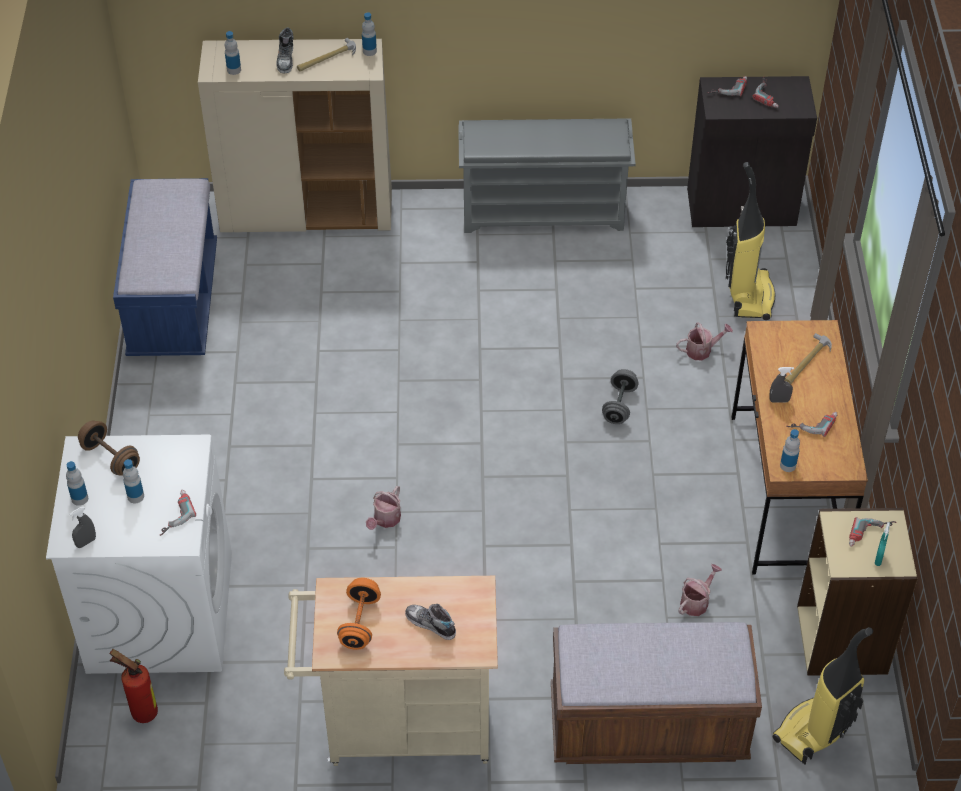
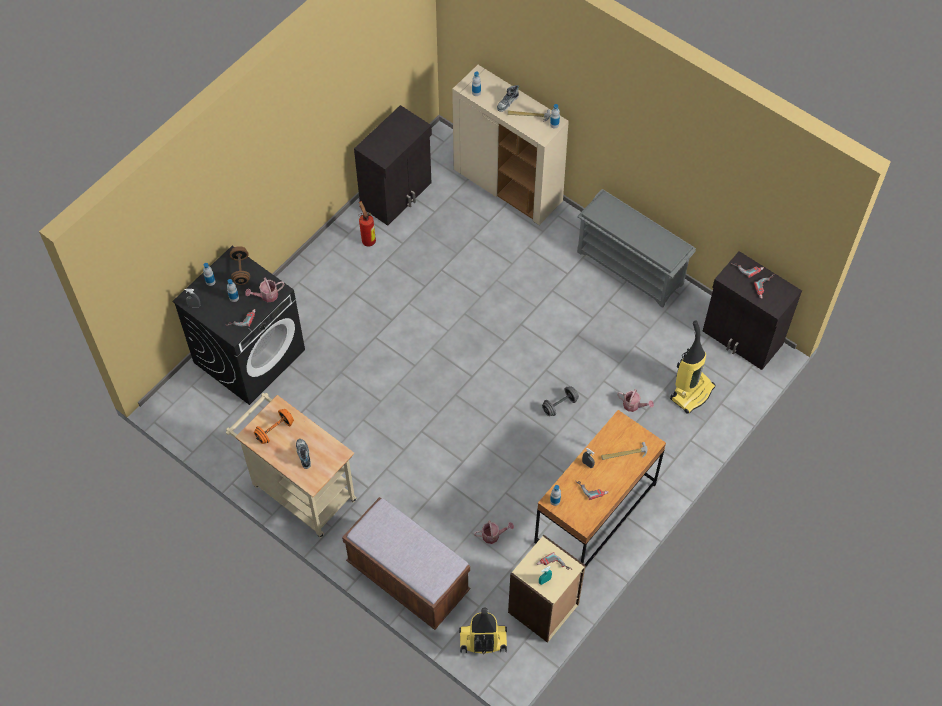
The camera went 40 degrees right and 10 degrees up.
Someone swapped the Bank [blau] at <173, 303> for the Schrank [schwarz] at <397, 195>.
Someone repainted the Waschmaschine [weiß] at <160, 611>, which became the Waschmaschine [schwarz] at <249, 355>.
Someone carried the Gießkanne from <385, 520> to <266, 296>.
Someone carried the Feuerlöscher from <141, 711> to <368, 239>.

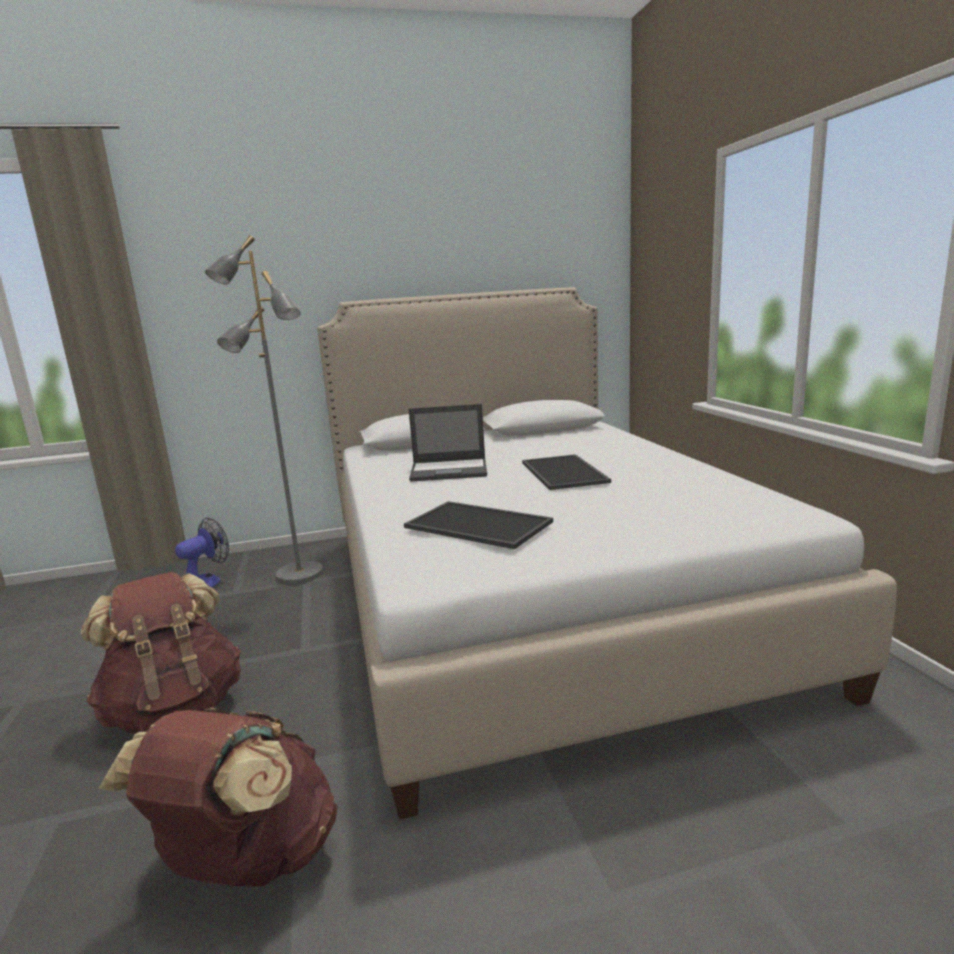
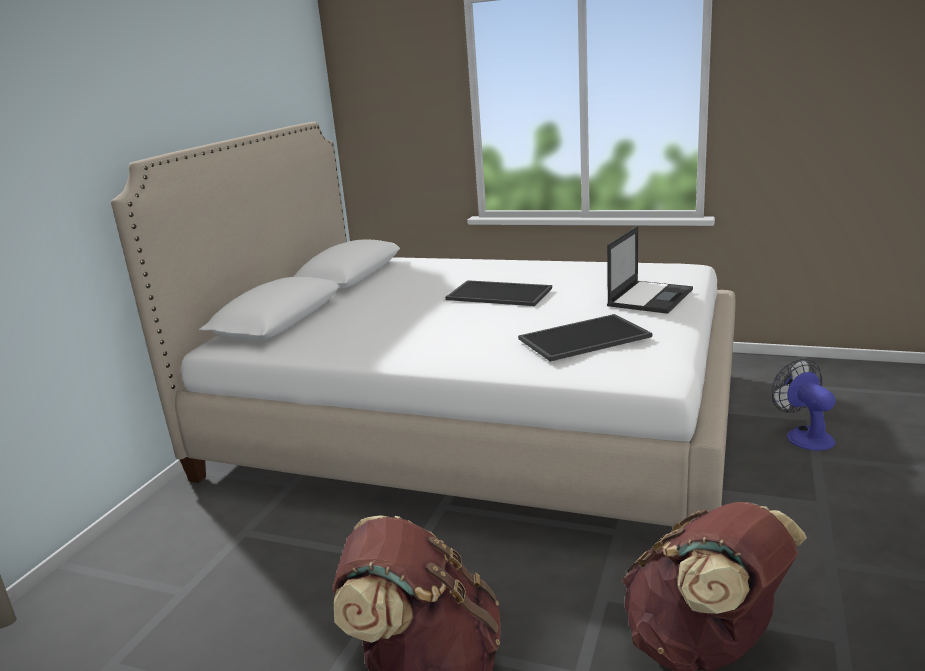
The camera went 55 degrees left and 5 degrees up.
Someone took away the Stehlampe [grau] at <299, 575>.
Someone carried the Laptop from <450, 470> to <650, 297>.
Someone carried the Ventilator from <207, 581> to <804, 435>.

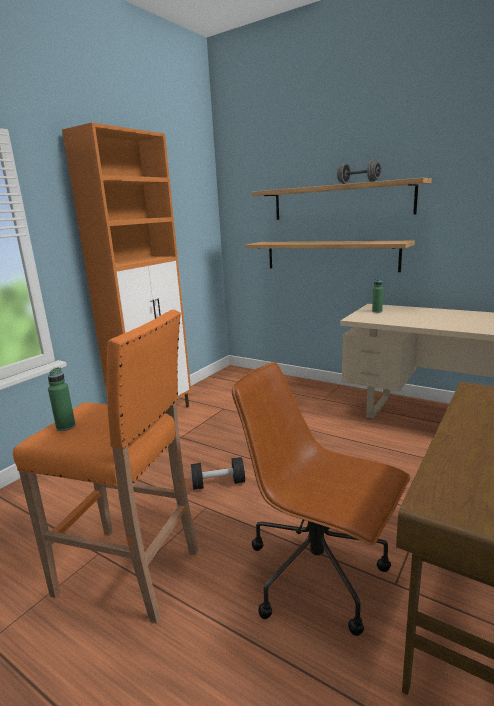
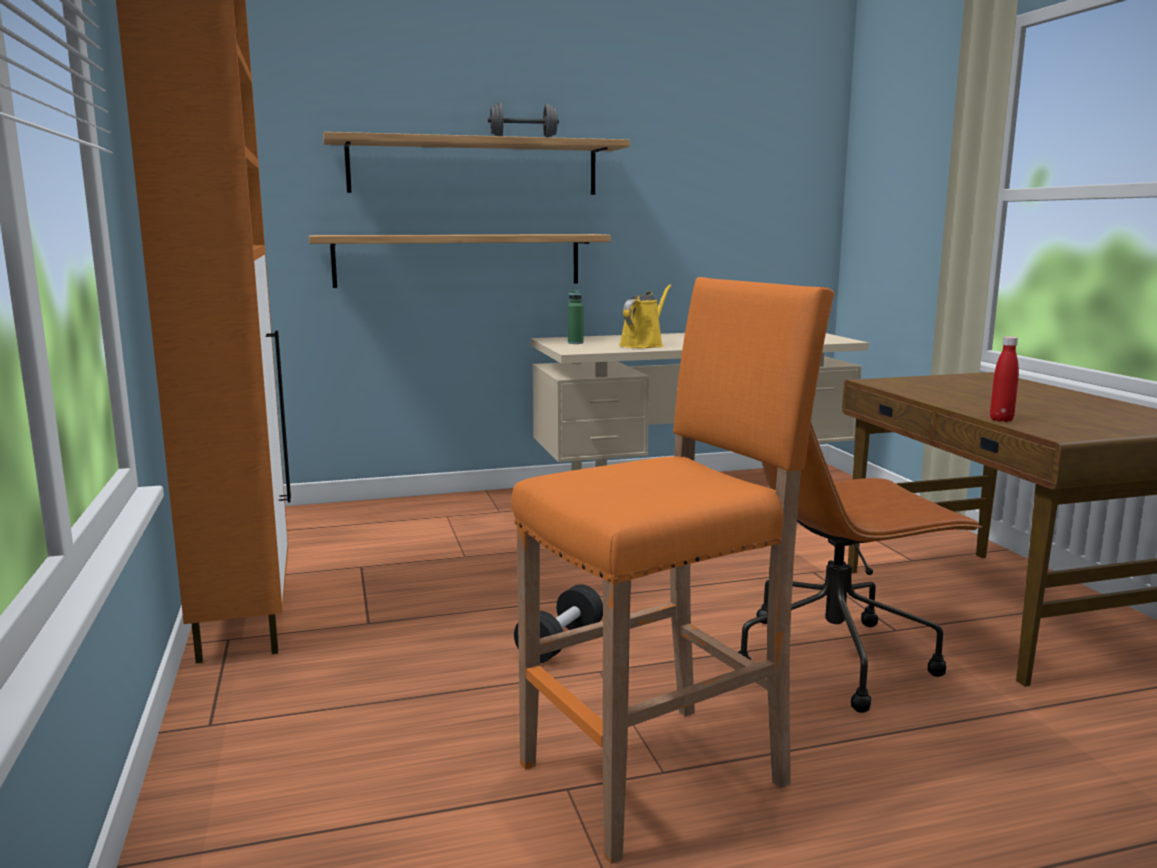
The camera went 50 degrees left and 5 degrees down.
Someone took away the Flasche [grün] at <66, 426>.
Someone put down the Gießkanne [gelb] at <643, 345>.
Someone put down the Flasche [rot] at <1001, 420>.

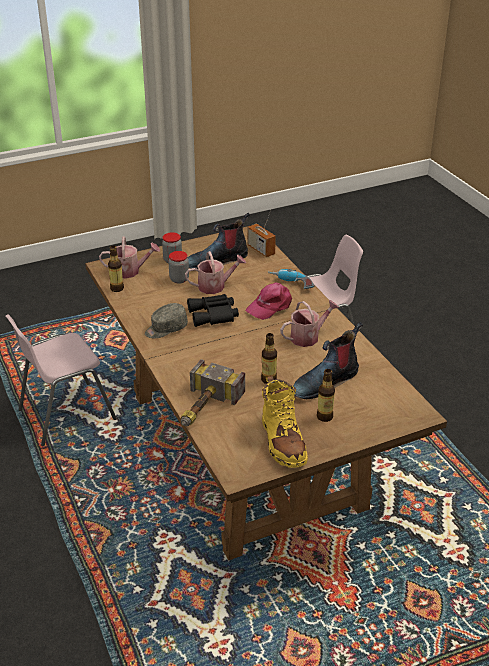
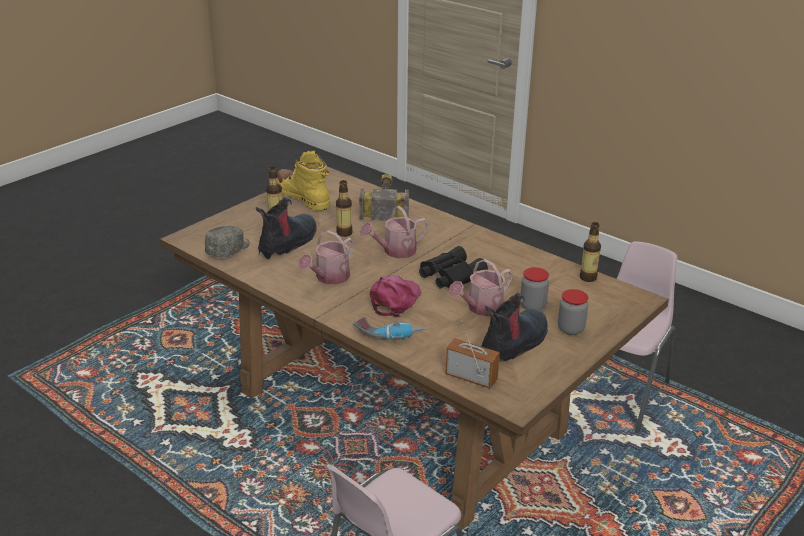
The camera went 155 degrees right and 5 degrees down.
Someone carried the Gießkanne from <130, 271> to <395, 251>.
Someone carried the Kappe [grau] from <166, 329> to <229, 249>.

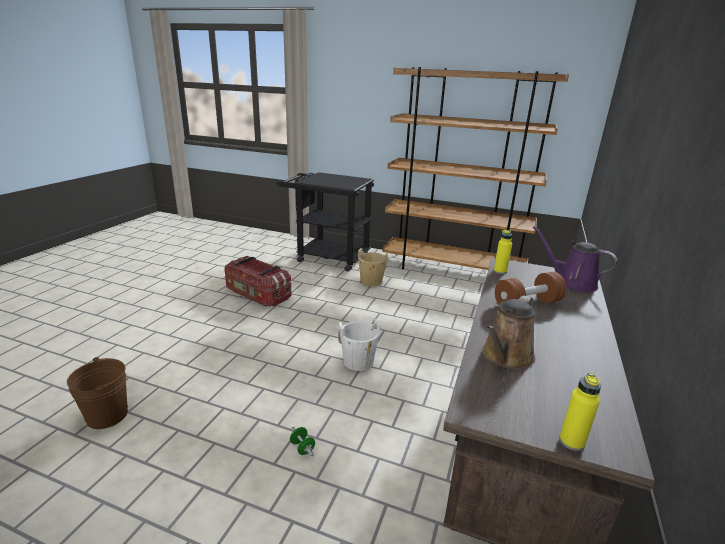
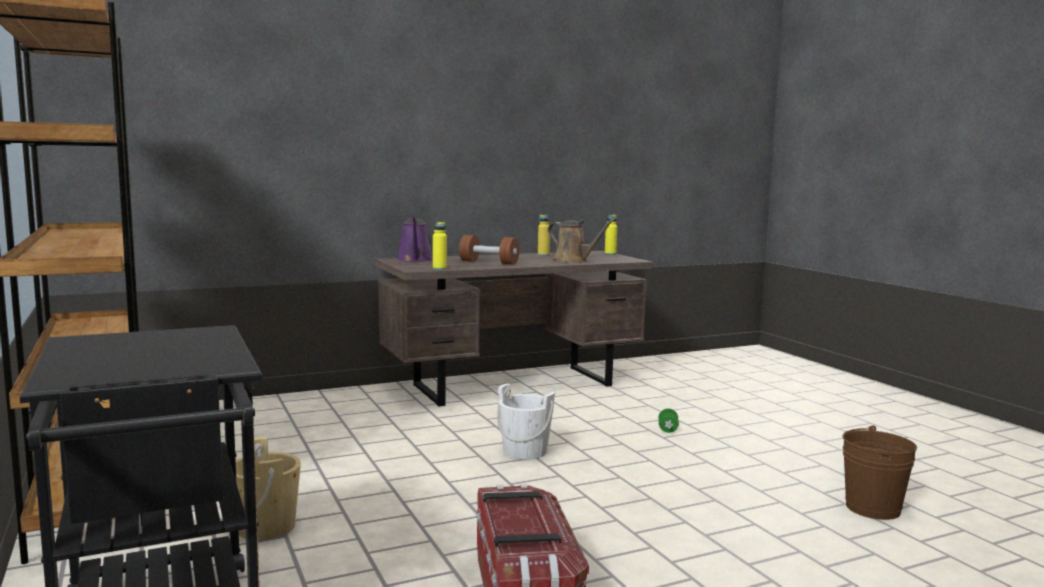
The camera went 135 degrees left and 15 degrees down.
Someone rotated the Gießkanne [braun] at <505, 357> by 45 degrees clockwise.
Someone put down the Flasche [gelb] at <543, 255>.

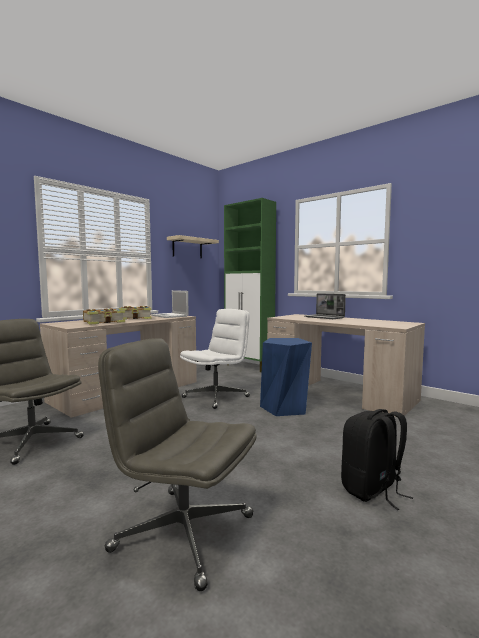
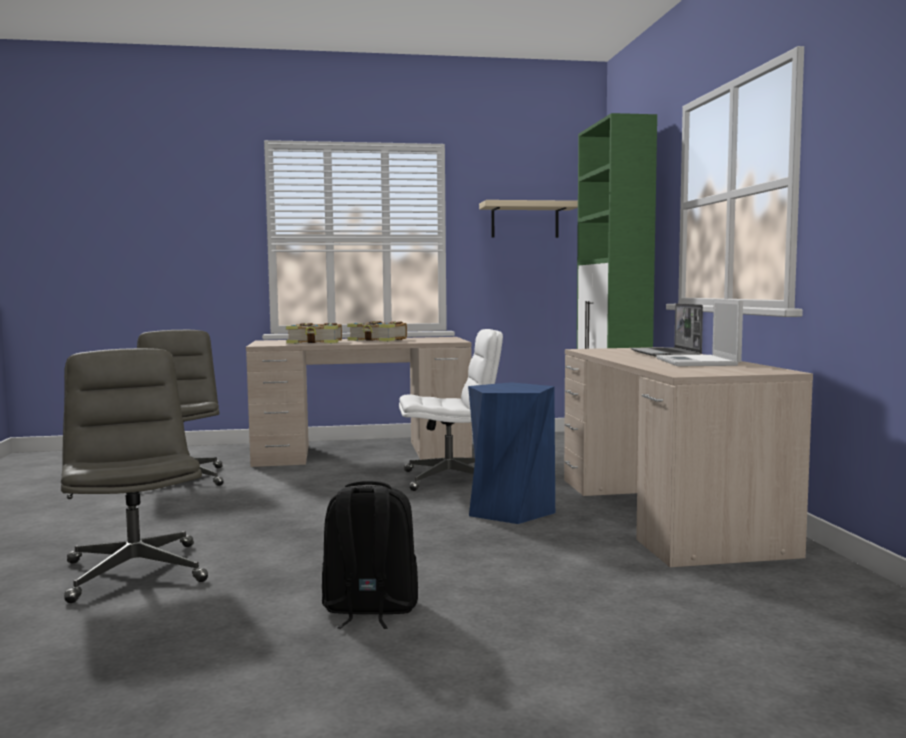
The camera went 40 degrees right and 0 degrees up.
Someone carried the Laptop from <170, 316> to <697, 362>.

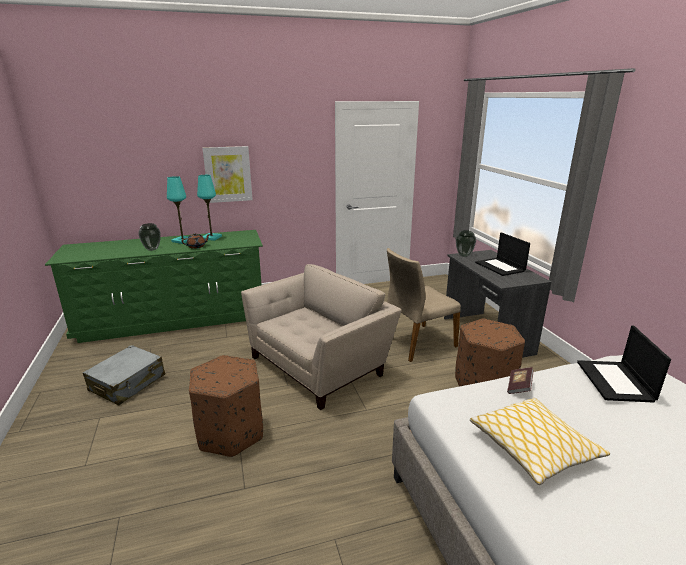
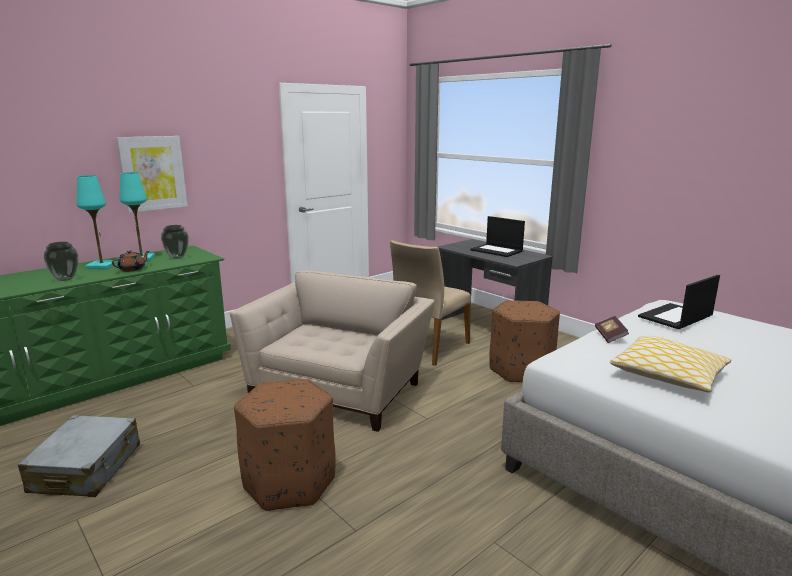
The camera went 25 degrees left and 5 degrees down.
Someone carried the Vase from <464, 255> to <177, 257>.
Someone rotated the Laptop at <615, 381> by 75 degrees clockwise.

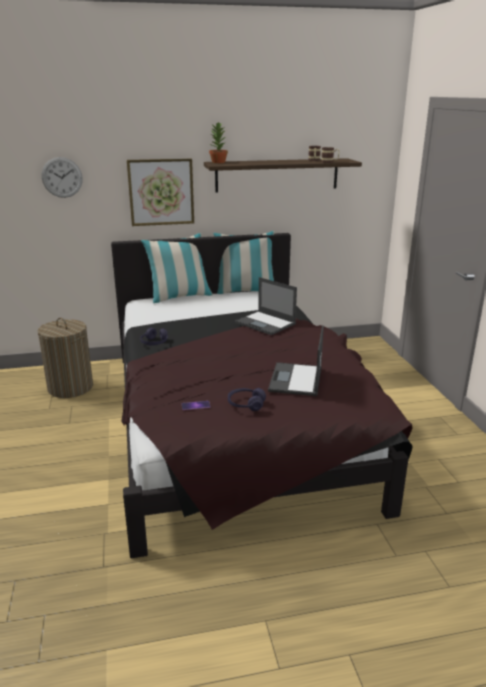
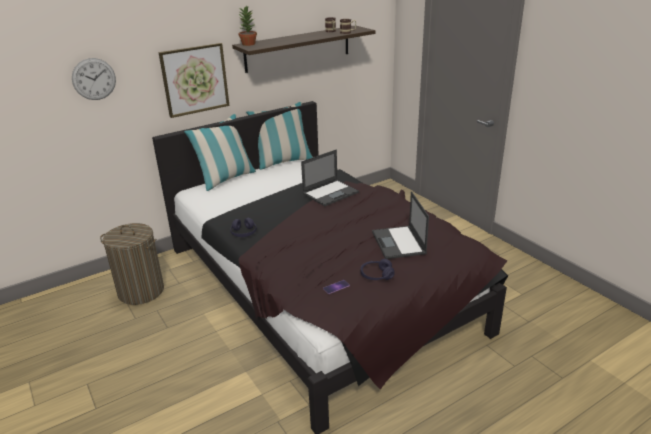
The camera went 20 degrees left and 5 degrees up.
Someone rotated the Laptop at <266, 323> by 60 degrees counterclockwise.

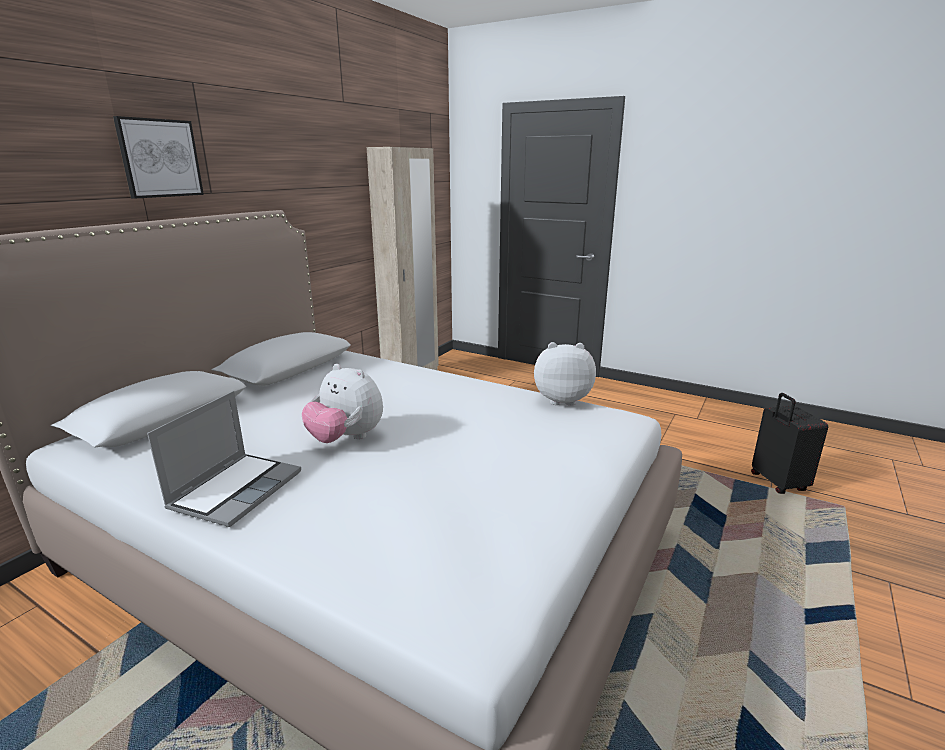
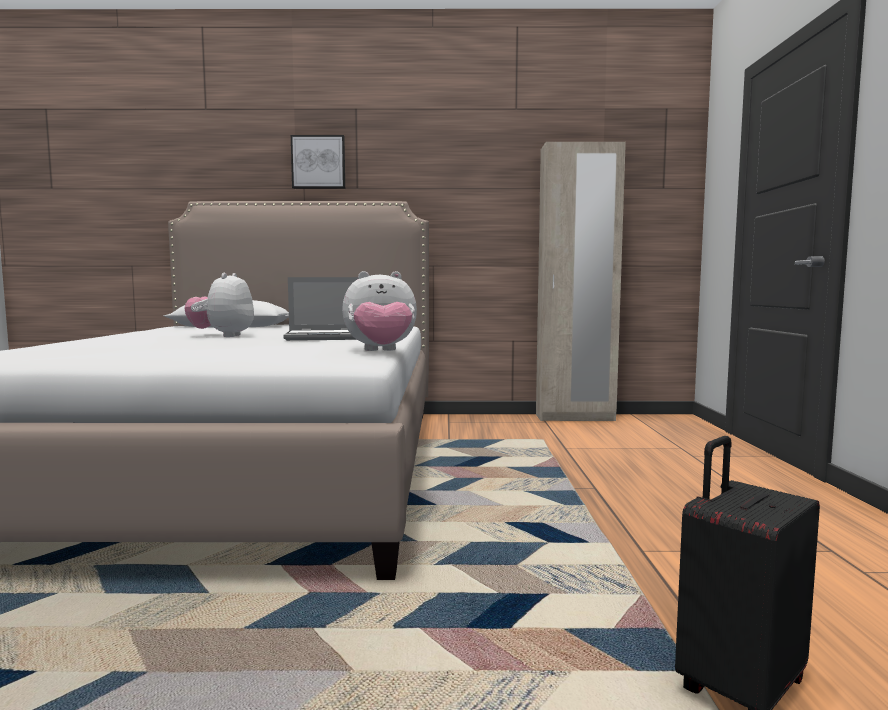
The camera went 60 degrees right and 15 degrees down.
Someone rotated the Plüschtier at <561, 399> by 105 degrees clockwise.
Someone carried the Laptop from <236, 489> to <326, 337>.

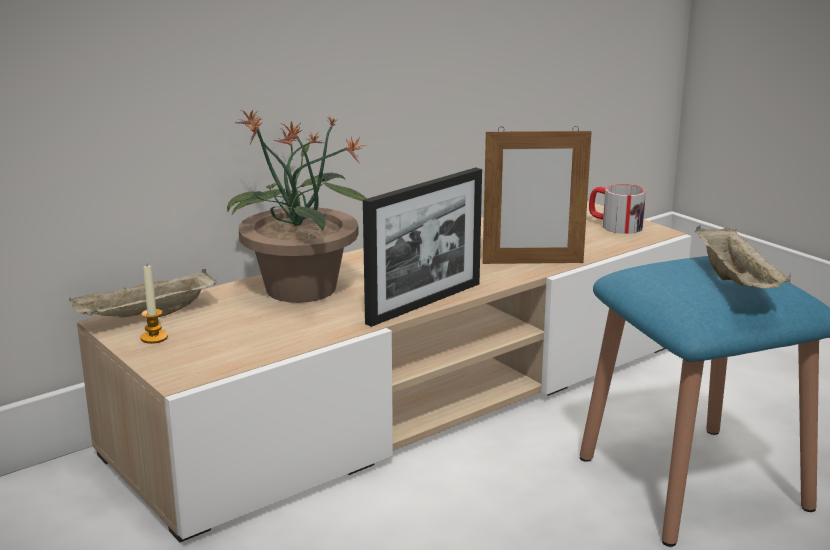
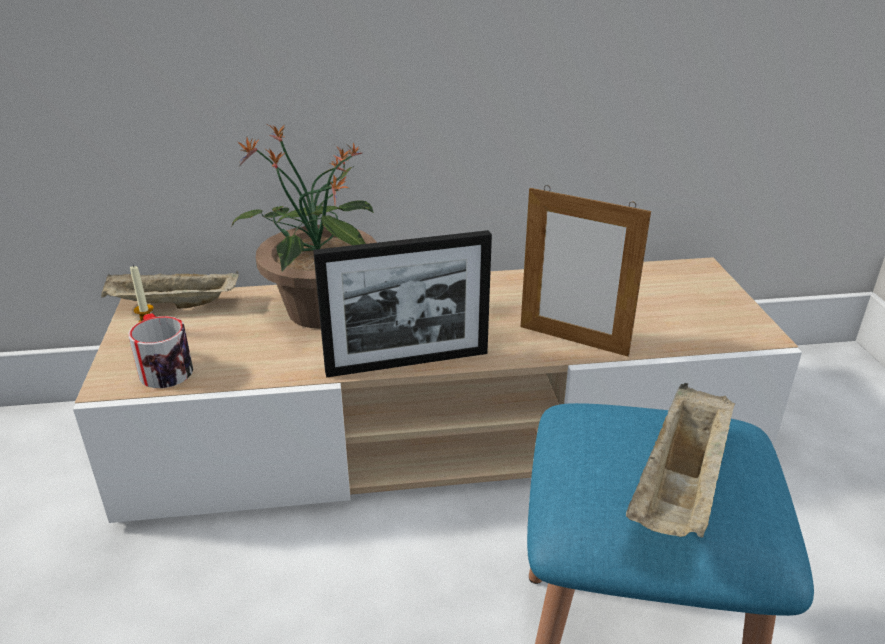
The camera went 30 degrees right and 10 degrees up.
Someone carried the Henkelbecher from <614, 225> to <164, 367>.

